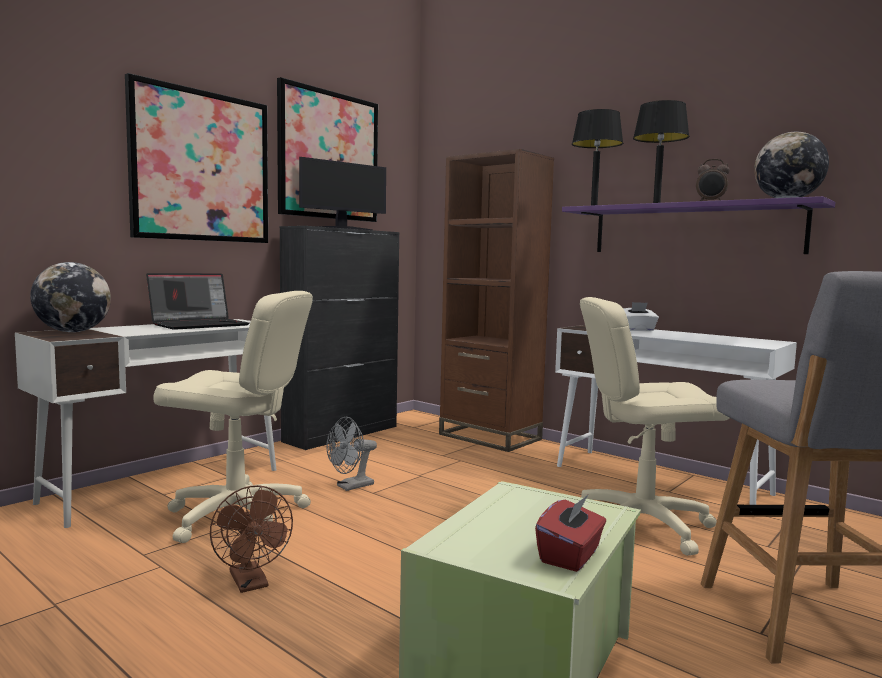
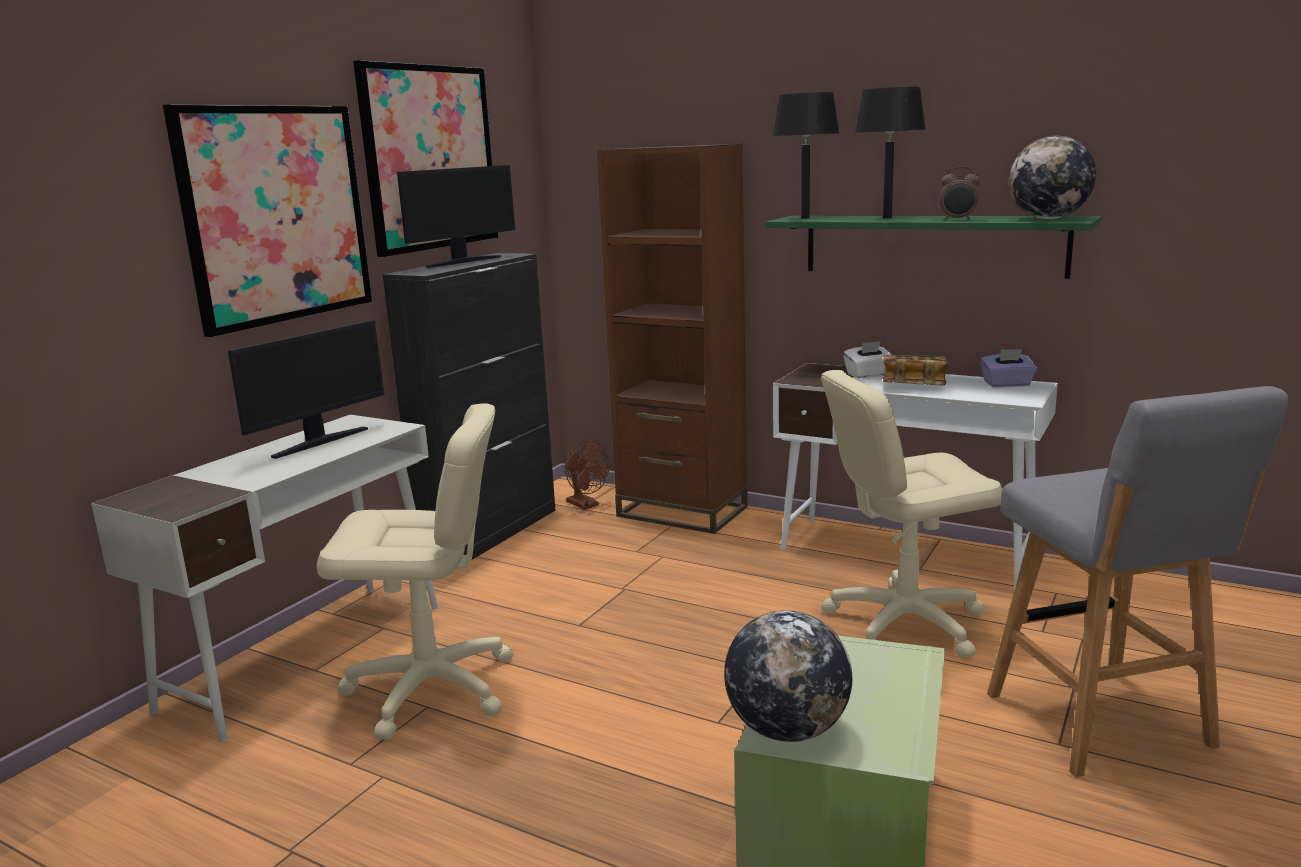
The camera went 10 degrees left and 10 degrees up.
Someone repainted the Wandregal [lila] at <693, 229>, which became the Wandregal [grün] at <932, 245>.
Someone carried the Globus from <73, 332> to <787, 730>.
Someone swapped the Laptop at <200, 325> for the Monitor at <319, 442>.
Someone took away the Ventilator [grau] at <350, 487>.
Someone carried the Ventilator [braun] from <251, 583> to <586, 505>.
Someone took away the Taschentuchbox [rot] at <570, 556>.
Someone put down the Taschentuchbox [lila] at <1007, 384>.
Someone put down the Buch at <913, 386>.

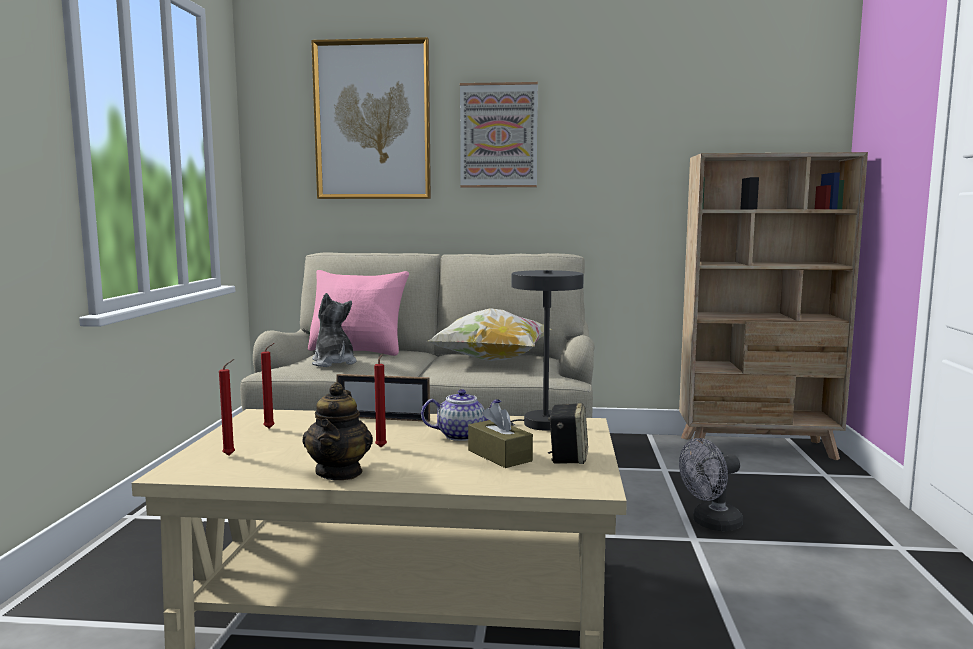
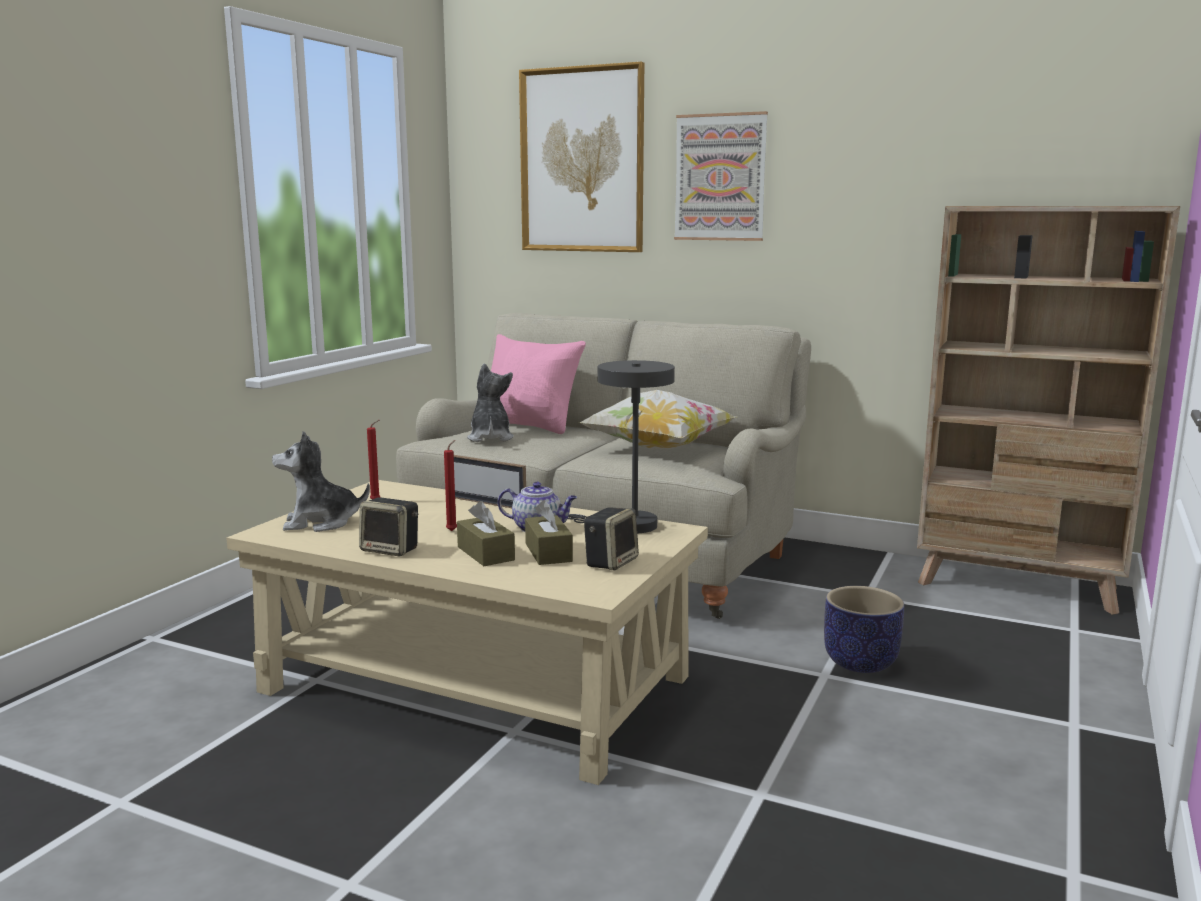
The camera went 20 degrees right and 5 degrees up.
Someone swapped the Kerze [rot] at <231, 455> for the Plüschtier at <320, 523>.
Someone swapped the Teekanne at <339, 472> for the Lautsprecher at <391, 550>.
Someone swapped the Ventilator [grau] at <711, 524> for the Pflanzkübel at <861, 663>.
Someone put down the Taschentuchbox [braun] at <485, 553>.

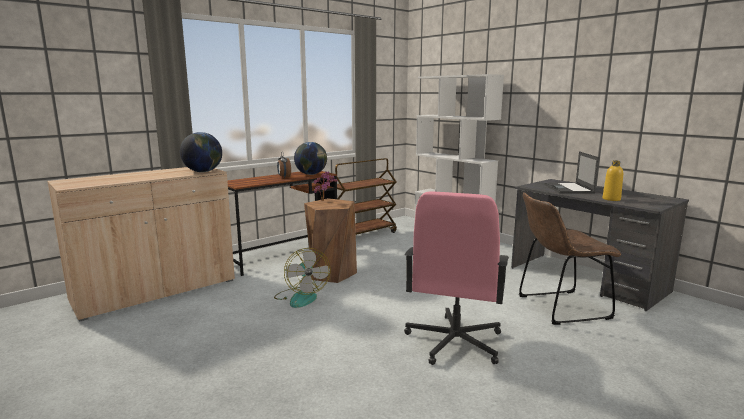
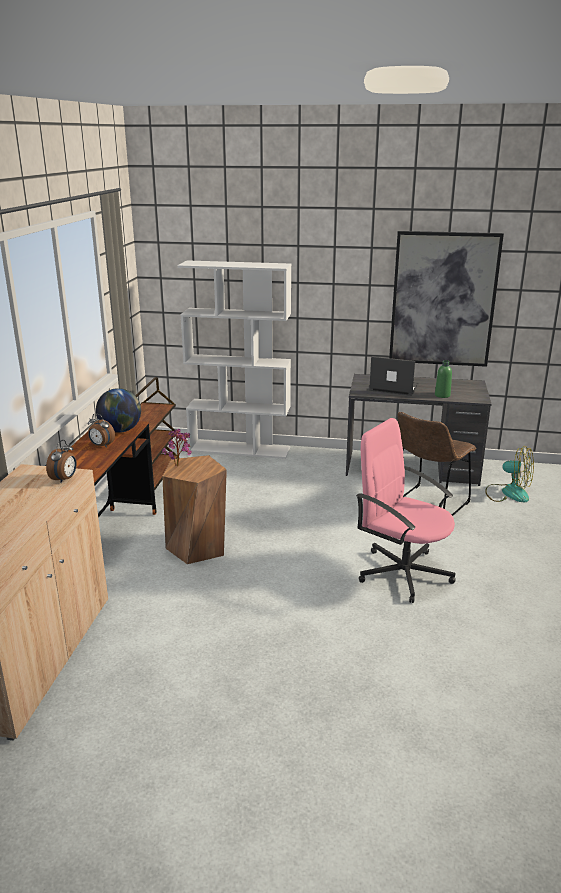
The camera went 40 degrees left and 10 degrees up.
Someone swapped the Globus at <203, 171> for the Wecker at <65, 479>.
Someone rotated the Laptop at <569, 189> by 150 degrees clockwise.
Someone repainted the Flasche [gelb] at <611, 199>, which became the Flasche [grün] at <442, 395>.
Someone rotated the Bürostuhl [rosa] at <454, 342> by 150 degrees clockwise.
Someone carried the Ventilator from <301, 297> to <508, 493>.
Someone put up the Bild at <443, 299>.

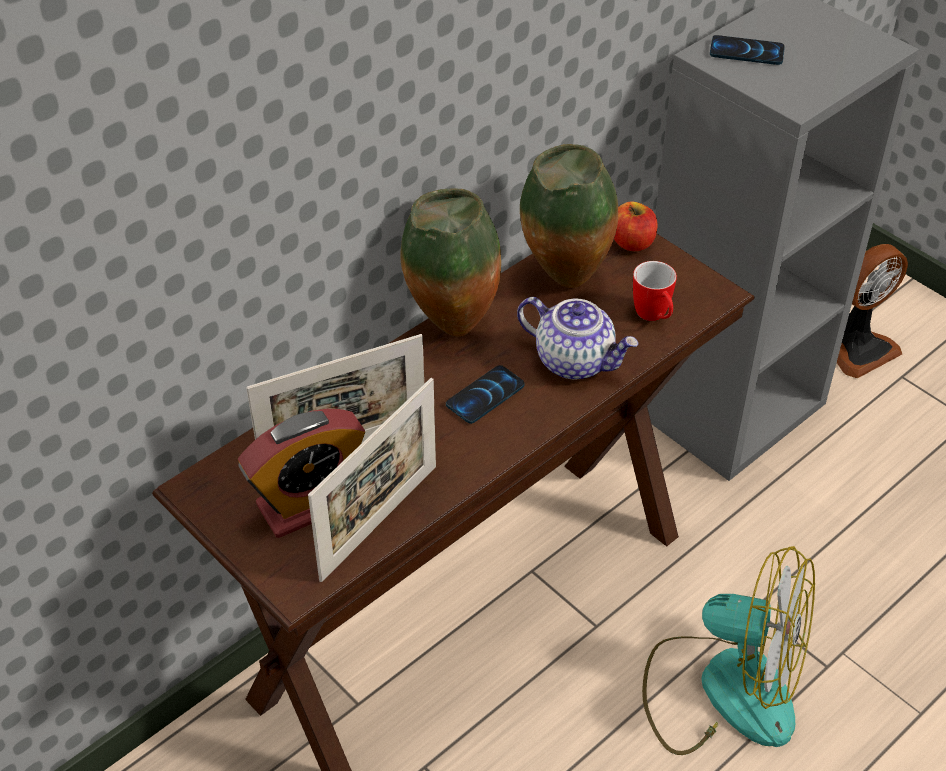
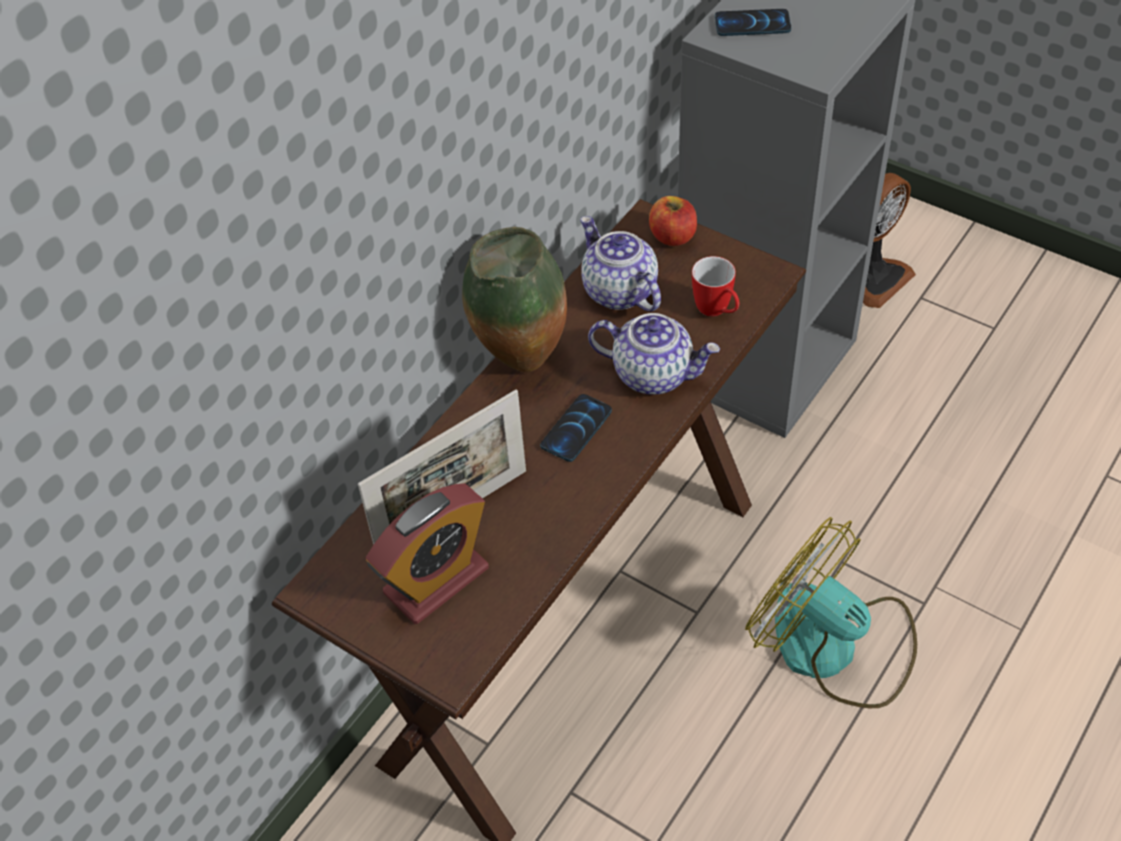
The camera went 10 degrees left and 5 degrees up.
Someone swapped the Vase at <564, 281> for the Teekanne at <618, 291>.
Someone took away the Bilderrahmen at <379, 521>.
Someone rotated the Ventilator at <723, 688> by 150 degrees counterclockwise.

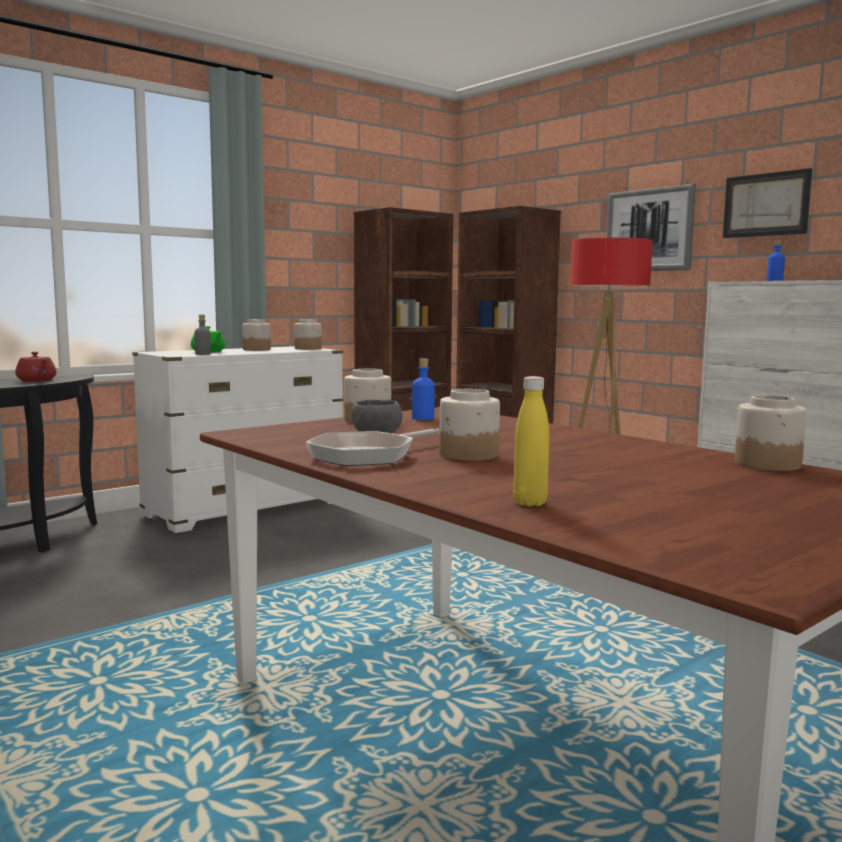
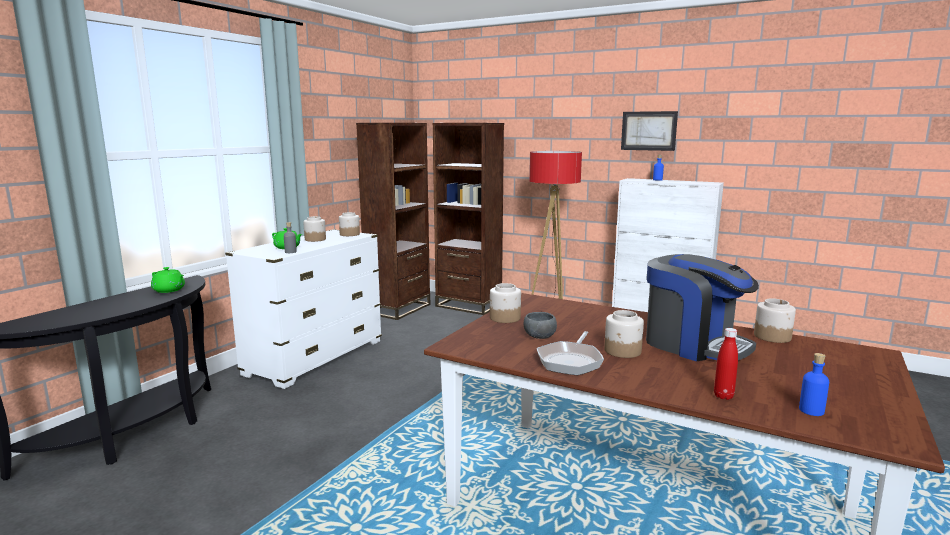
The camera went 20 degrees left and 5 degrees up.
Someone took away the Bild at <649, 230>.
Someone repainted the Teekanne [rot] at <37, 381>, which became the Teekanne [grün] at <169, 290>.
Someone carried the Flasche [blau] from <423, 418> to <811, 410>.
Someone repainted the Flasche [gelb] at <530, 503>, which became the Flasche [rot] at <723, 396>.
Someone put down the Kaffeemaschine at <694, 344>.

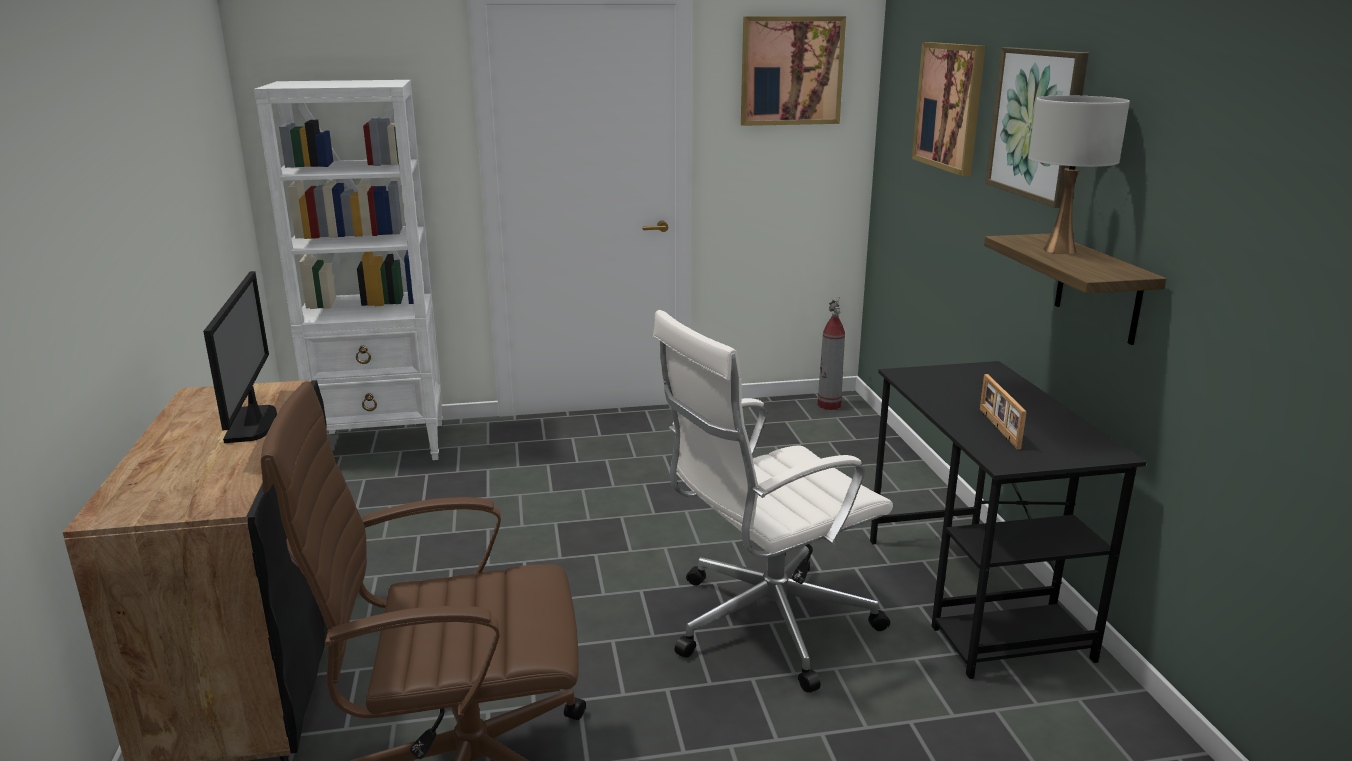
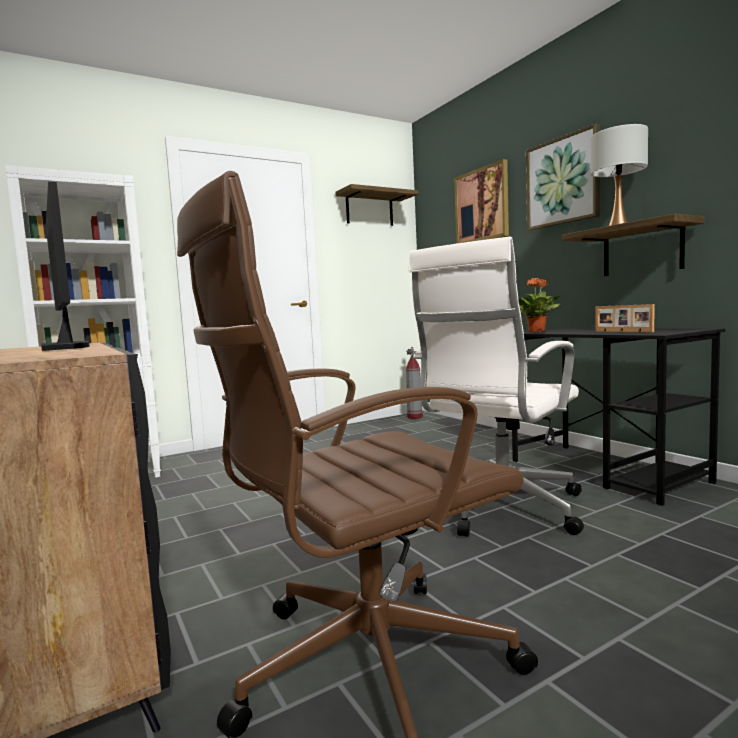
The camera went 20 degrees left and 15 degrees down.
Someone swapped the Bild at <791, 71> for the Wandregal at <369, 209>.
Someone put down the Topfpflanze at <537, 331>.

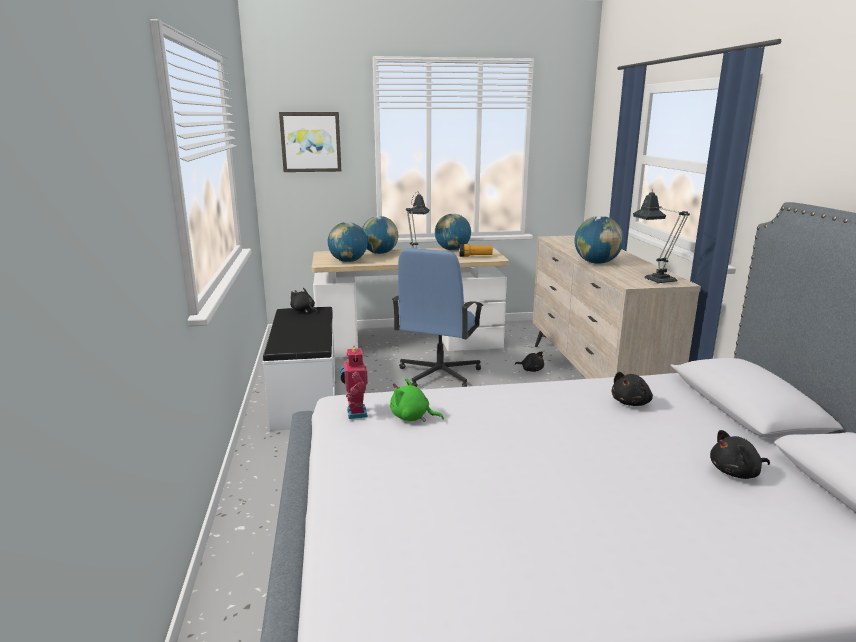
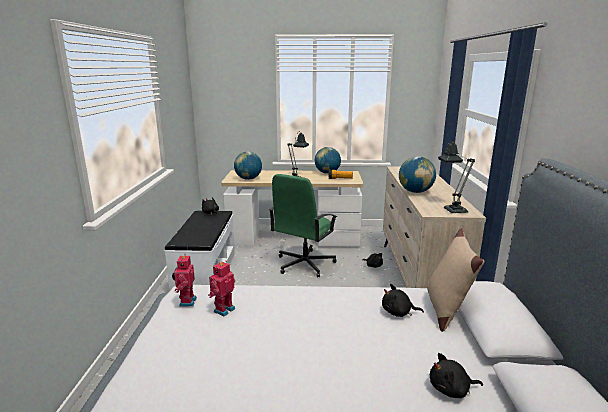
The camera went 10 degrees right and 0 degrees up.
Someone took away the Bild at <311, 142>.
Someone took away the Globus at <380, 253>.
Someone repainted the Bürostuhl [blau] at <438, 374>, which became the Bürostuhl [grün] at <304, 264>.
Someone rotated the Plüschtier [schwarz] at <631, 402> by 45 degrees clockwise.
Someone swapped the Plüschtier [grün] at <412, 417> for the Spielzeugroboter at <223, 310>.
Someone put down the Kissen [beige] at <446, 309>.

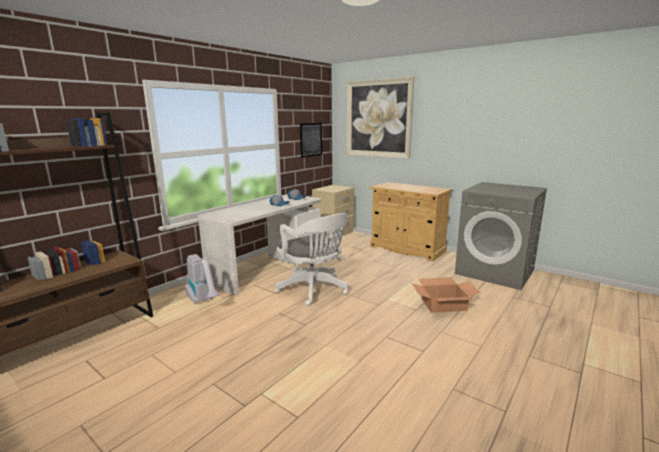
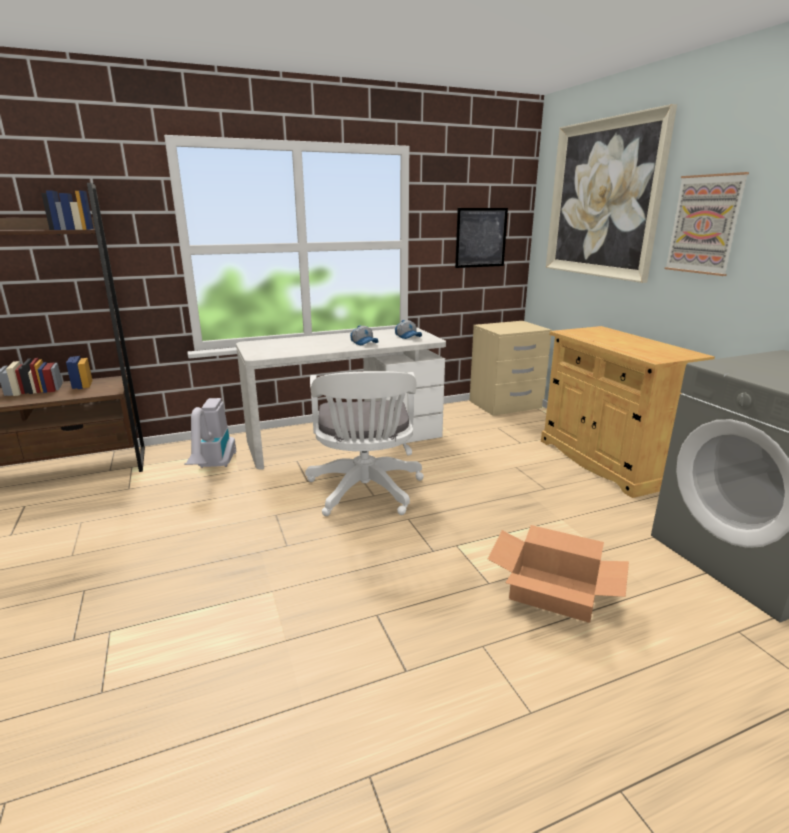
The camera went 30 degrees right and 5 degrees up.
Someone put up the Bild at <704, 224>.

